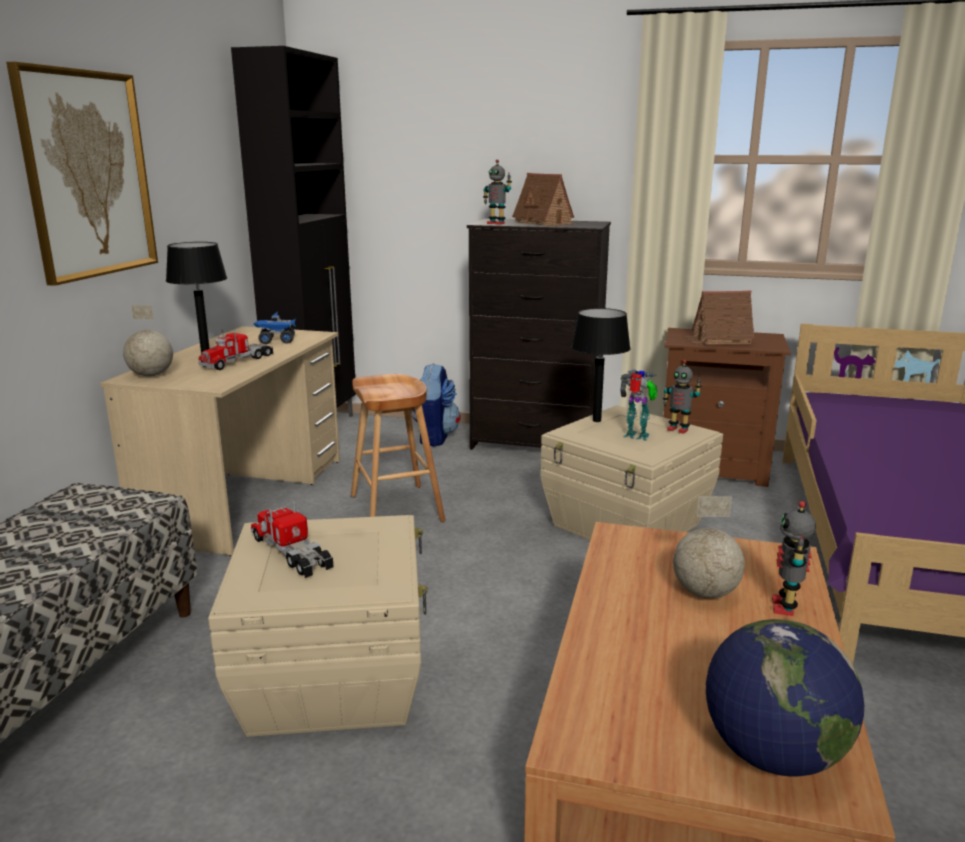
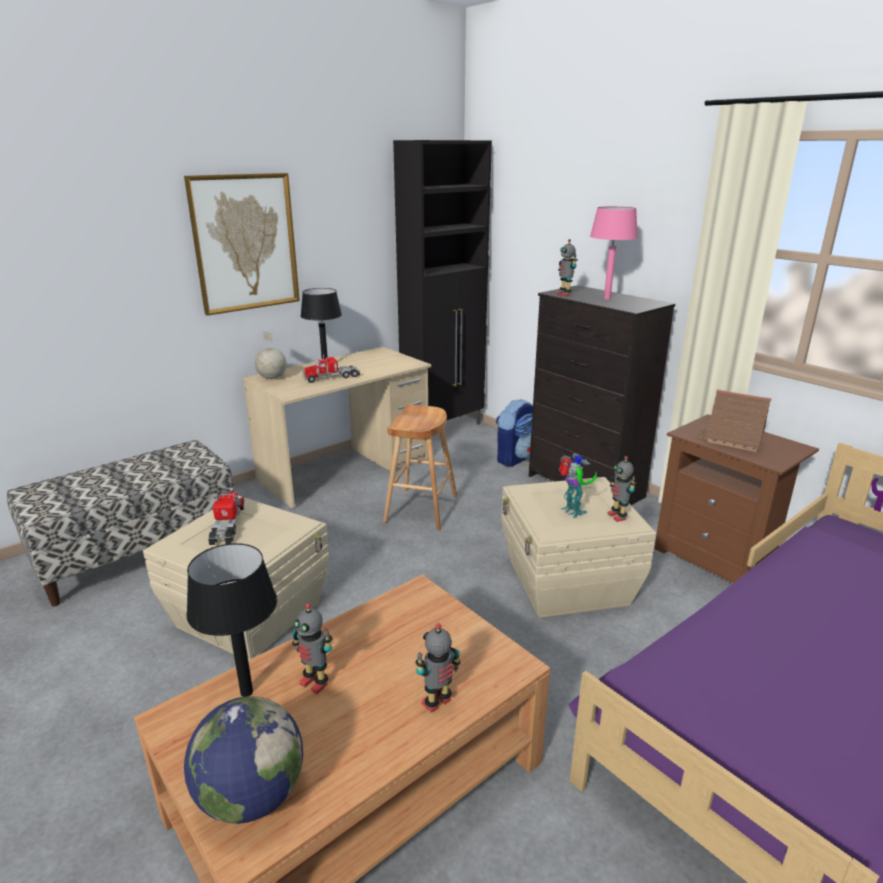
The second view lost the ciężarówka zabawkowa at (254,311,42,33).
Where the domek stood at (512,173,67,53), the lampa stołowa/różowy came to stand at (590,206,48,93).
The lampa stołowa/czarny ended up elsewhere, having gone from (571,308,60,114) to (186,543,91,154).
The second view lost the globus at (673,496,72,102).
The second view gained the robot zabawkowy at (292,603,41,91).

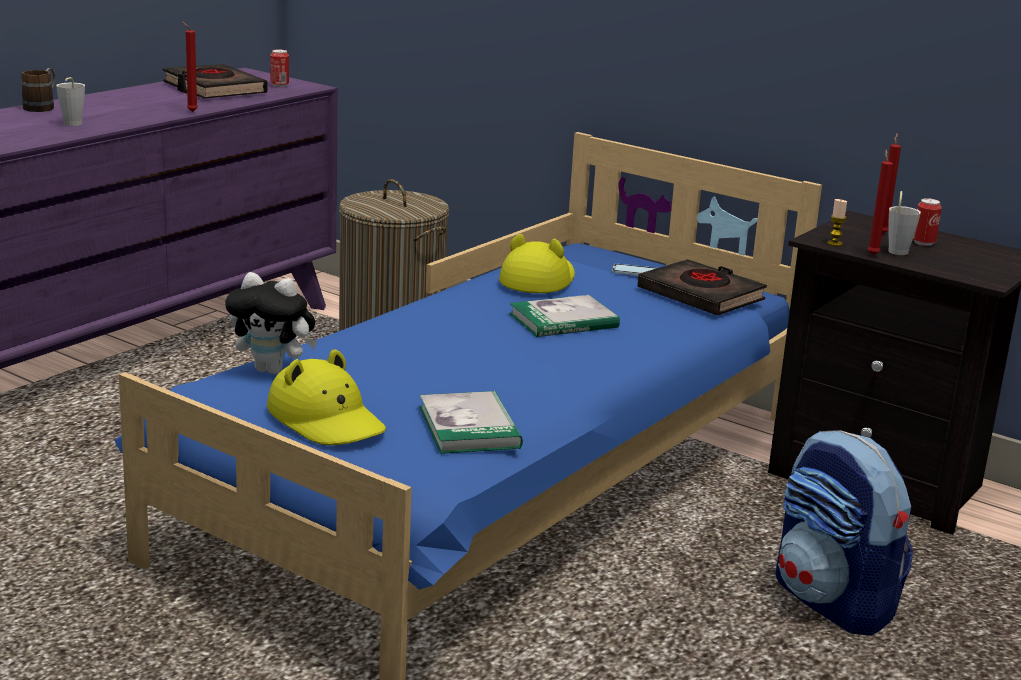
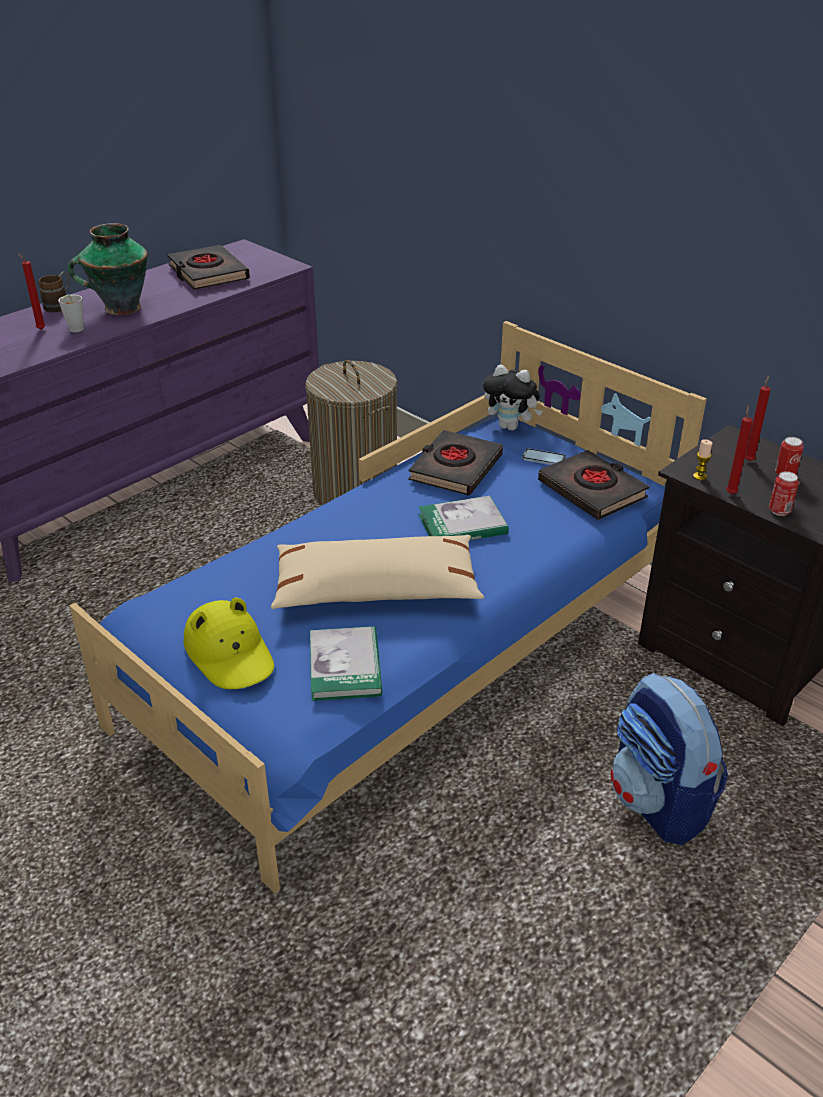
The świeca/czerwony ended up elsewhere, having gone from (181,21,17,91) to (18,254,28,76).
The pluszak ended up elsewhere, having gone from (225,272,93,102) to (483,364,59,67).
The puszka ended up elsewhere, having gone from (270,50,19,37) to (769,471,30,45).
Where the kapelusz/żółty stood at (499,234,76,59), the książka/czarny came to stand at (408,430,95,66).
The second view lost the filiżanka/szary at (888,191,33,64).
The second view gained the wazon at (68,223,80,92).
The second view gained the poduszka/beżowy at (271,535,214,74).

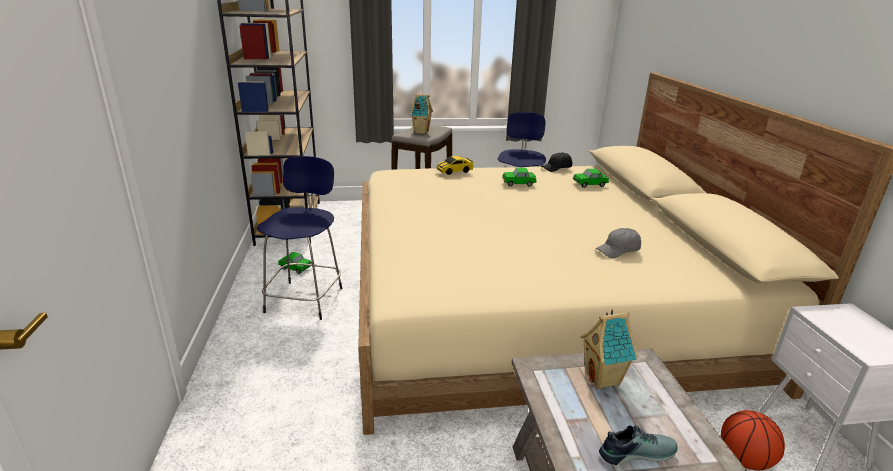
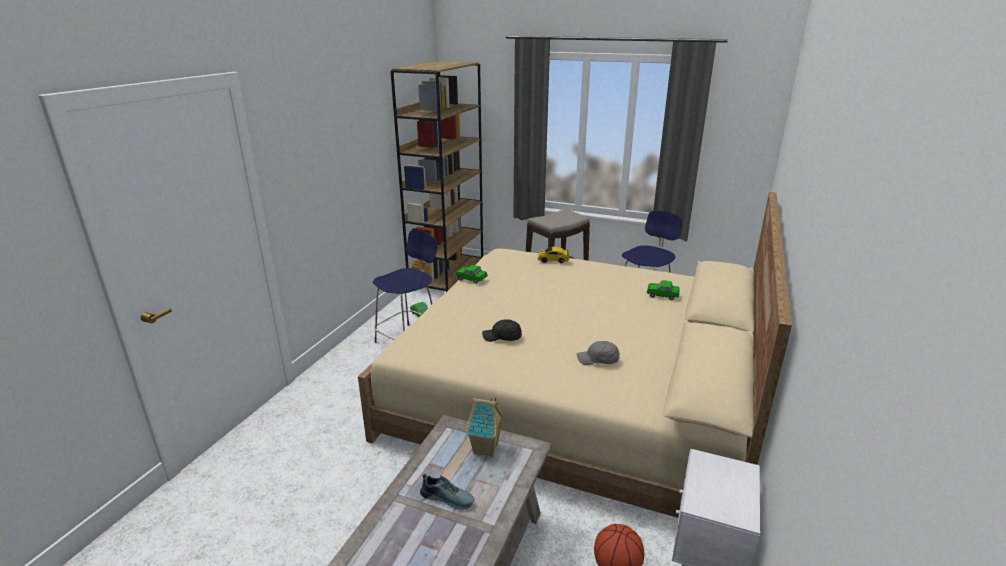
The second view lost the domek at (410,94,23,40).
The samochodzik ended up elsewhere, having gone from (502,168,35,19) to (455,265,33,19).
The czapka z daszkiem/czarny ended up elsewhere, having gone from (541,152,32,20) to (482,320,40,22).

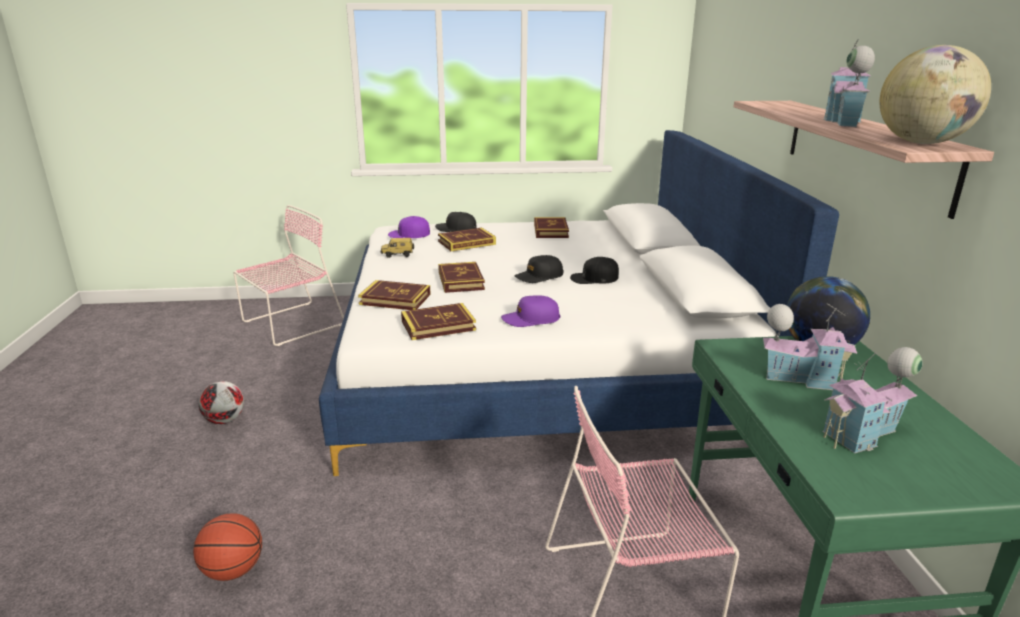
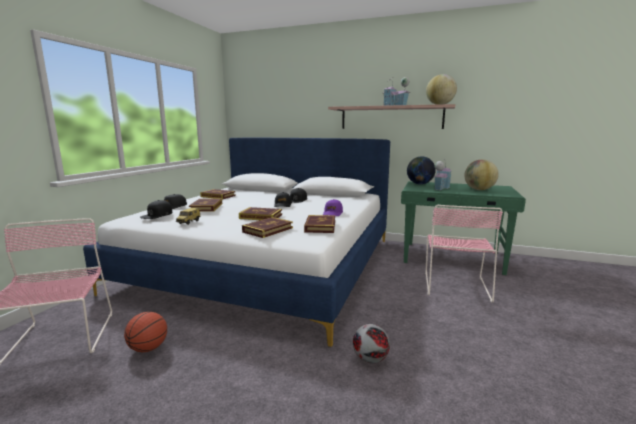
The piłka do koszykówki ended up elsewhere, having gone from (193,513,69,68) to (124,312,43,40).
The piłka futbolowa ended up elsewhere, having gone from (199,381,45,43) to (353,324,37,39).
What was the czapka z daszkiem/fioletowy at (388,216,42,22) turned into the czapka z daszkiem/czarny at (140,200,32,19).
Where the domek stood at (822,347,100,106), the globus came to stand at (464,159,35,31).

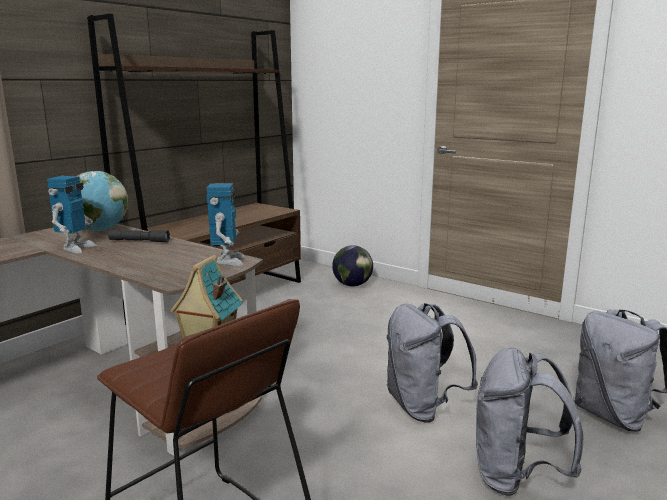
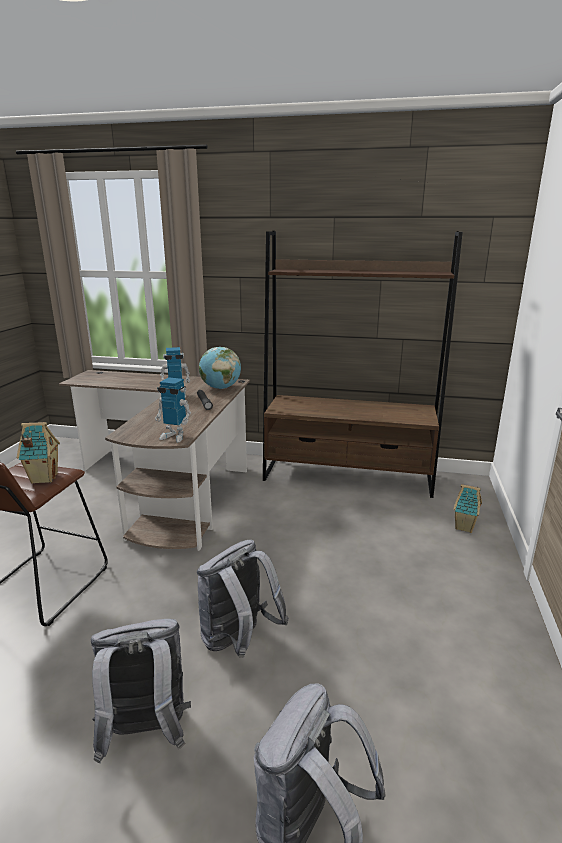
The robot zabawkowy at (206,184,40,82) ended up facing another way, 45 degrees clockwise from before.
Where the globus stood at (332,245,41,41), the domek came to stand at (453,484,29,49).

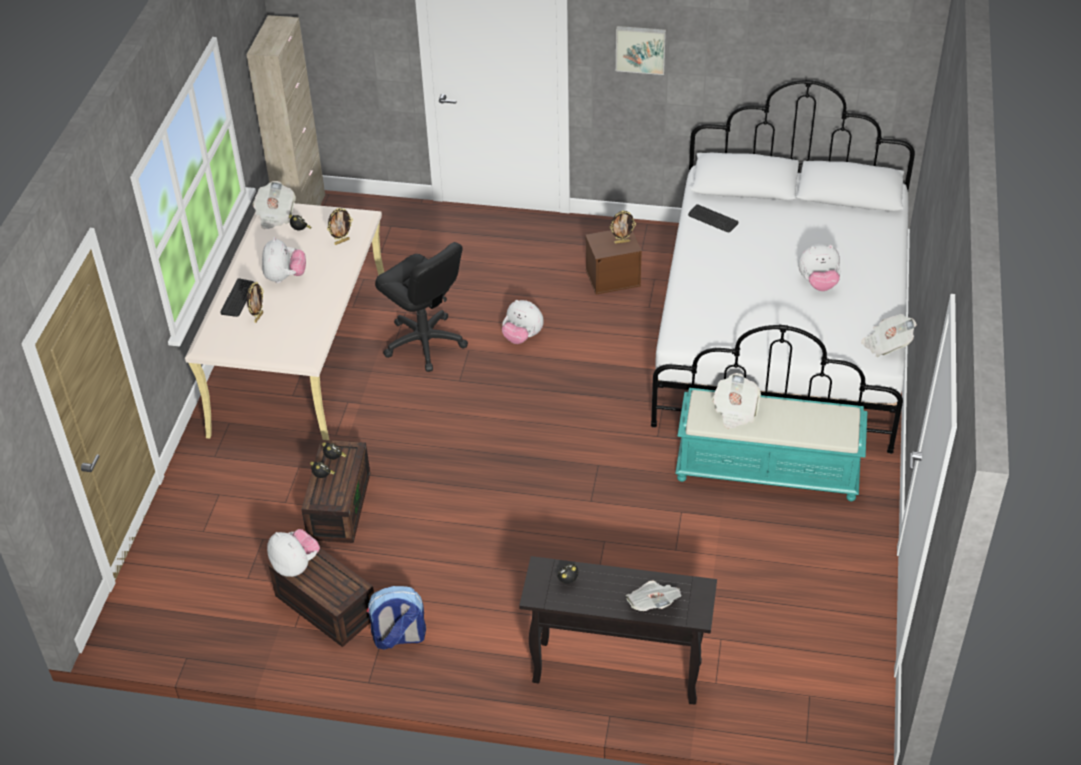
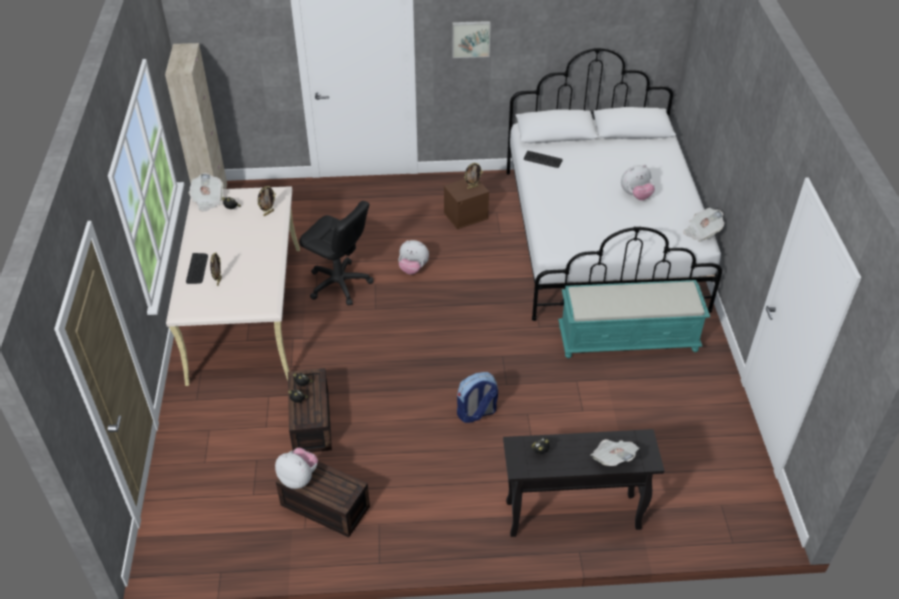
The second view lost the pluszak at (262,237,44,46).
The plecak ended up elsewhere, having gone from (366,586,60,63) to (457,372,41,51).
The second view lost the gazeta at (713,373,48,56).

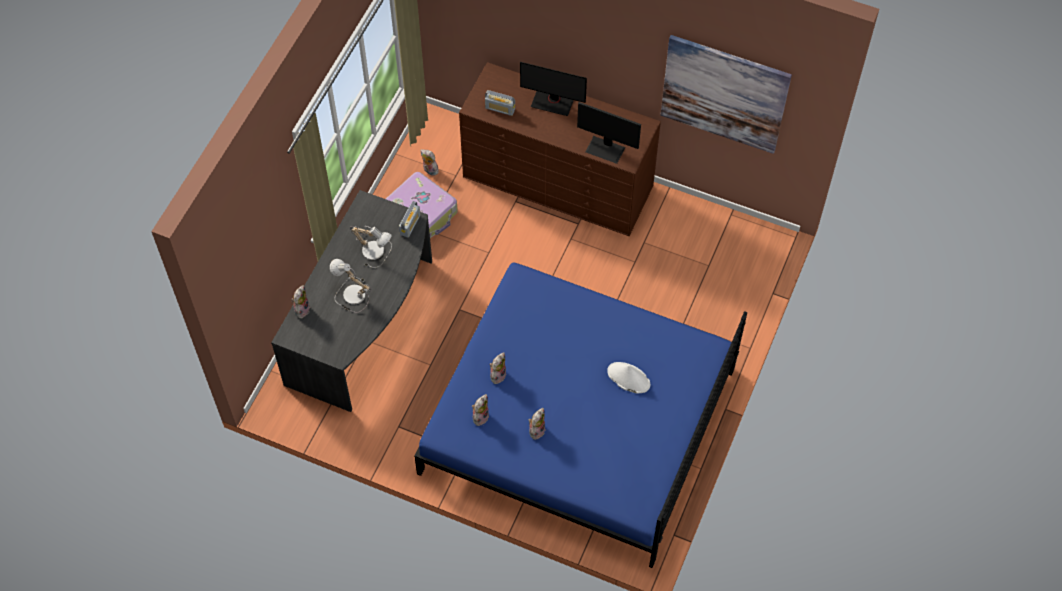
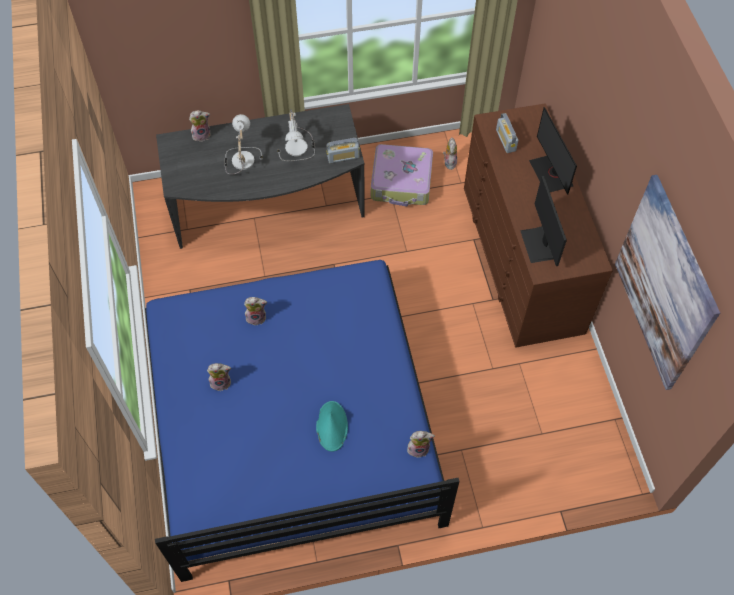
The pluszak ended up elsewhere, having gone from (472,394,17,32) to (407,431,28,27).
What was the kapelusz/biały at (607,362,43,32) turned into the kapelusz/turkusowy at (316,401,32,51).

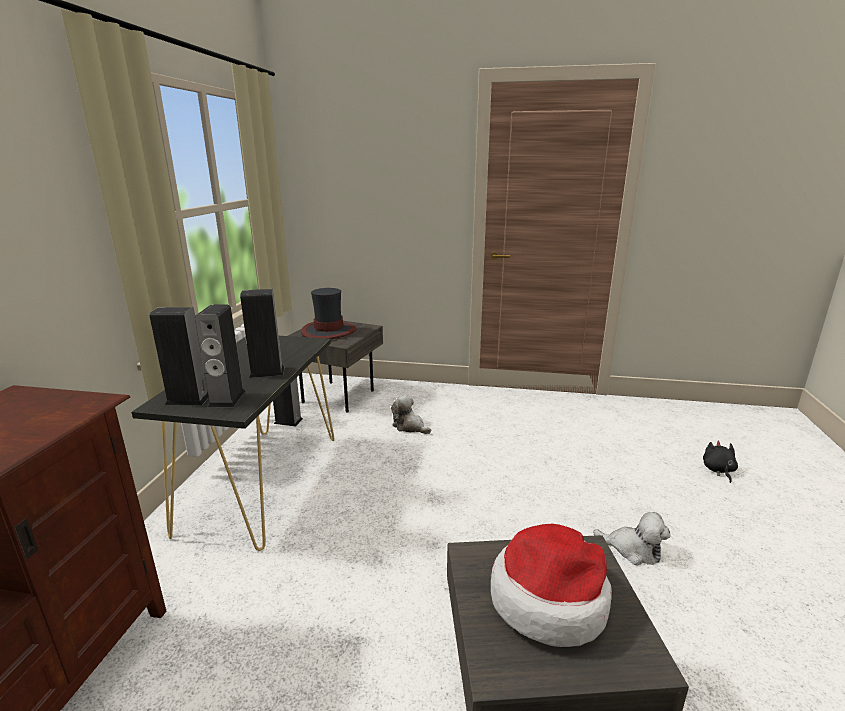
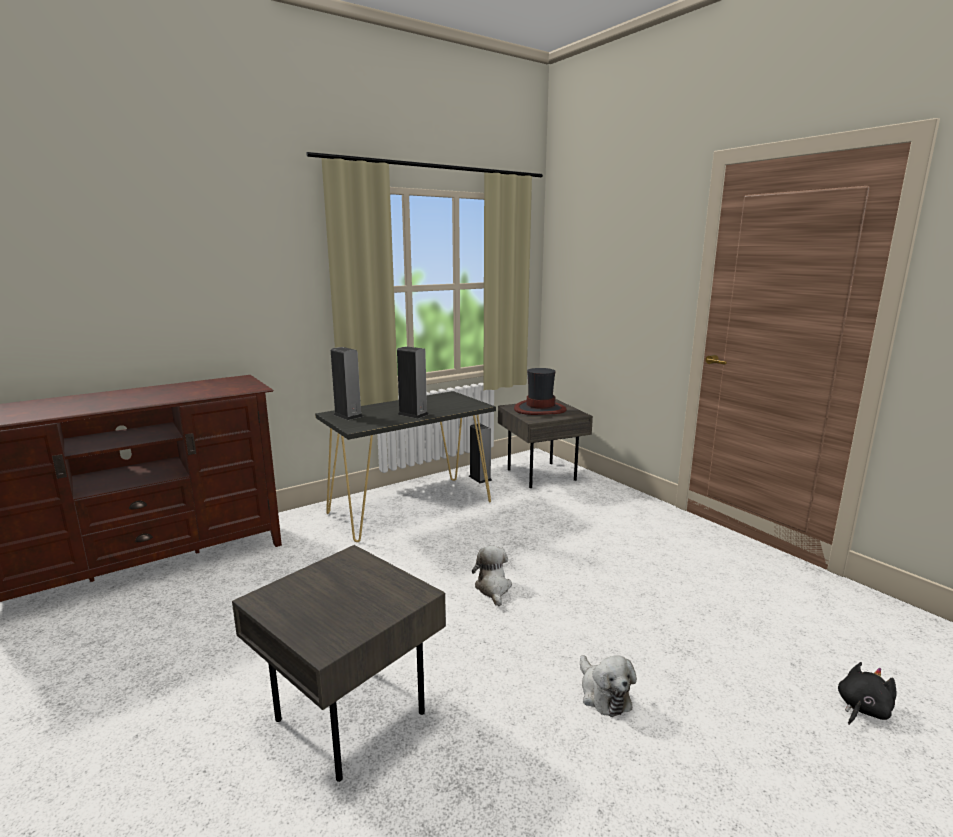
The second view lost the głośnik at (195,305,50,103).
The pluszak ended up elsewhere, having gone from (391,395,40,39) to (472,546,40,61).
The second view lost the kapelusz at (491,524,121,123).

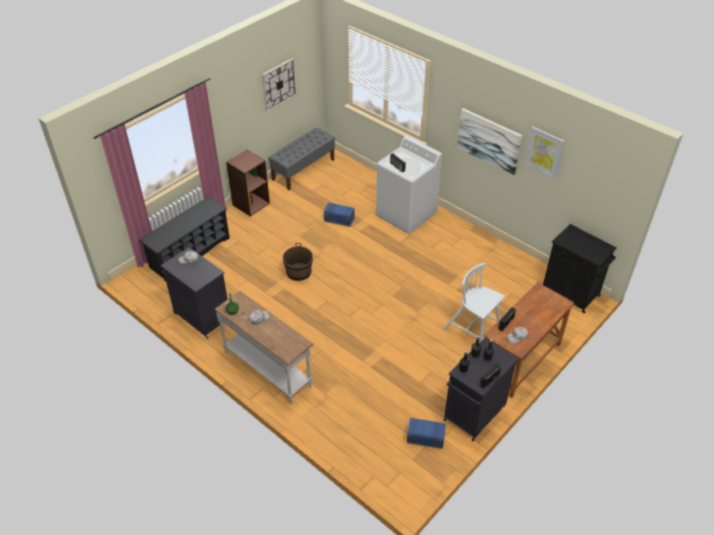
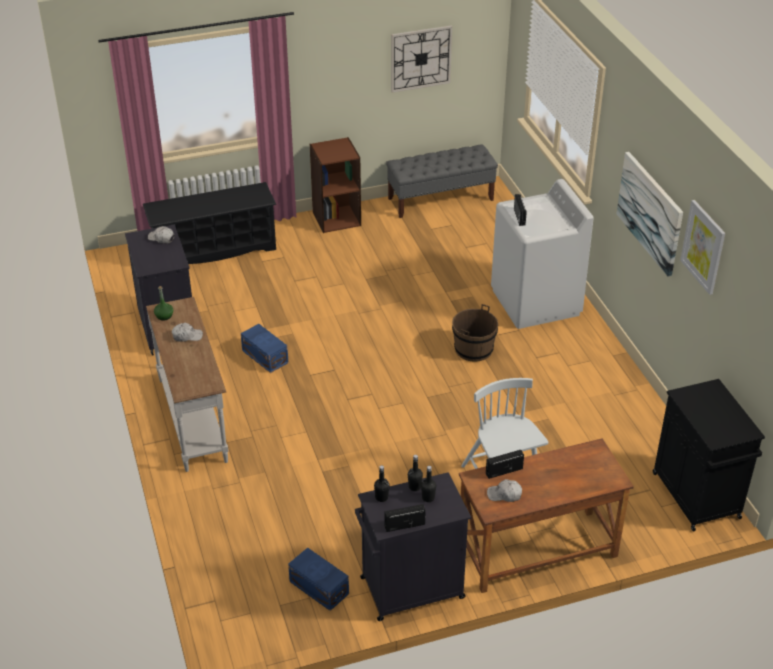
The wiadro/brązowy ended up elsewhere, having gone from (283,243,30,38) to (452,304,46,57).
The pojemnik do przechowywania/niebieski ended up elsewhere, having gone from (324,202,30,25) to (241,324,48,49).

